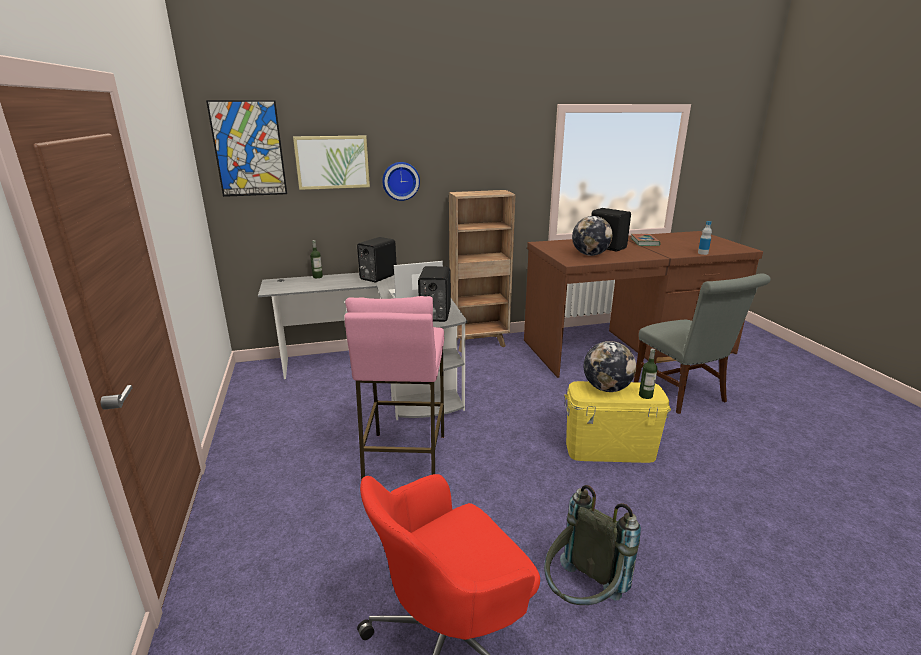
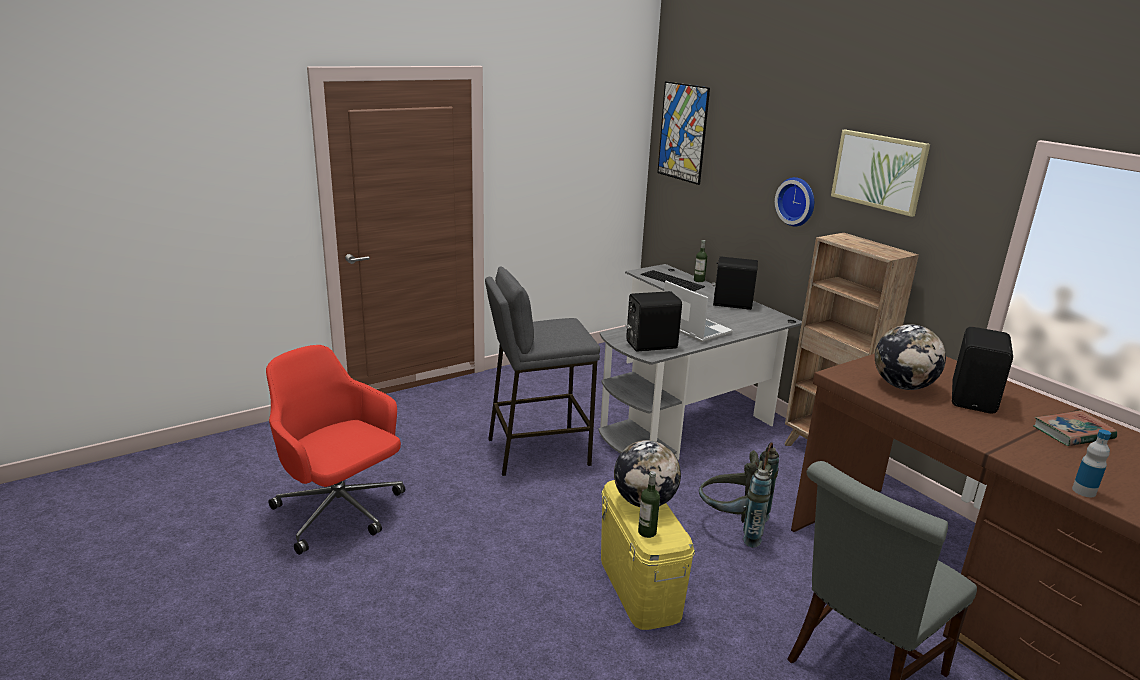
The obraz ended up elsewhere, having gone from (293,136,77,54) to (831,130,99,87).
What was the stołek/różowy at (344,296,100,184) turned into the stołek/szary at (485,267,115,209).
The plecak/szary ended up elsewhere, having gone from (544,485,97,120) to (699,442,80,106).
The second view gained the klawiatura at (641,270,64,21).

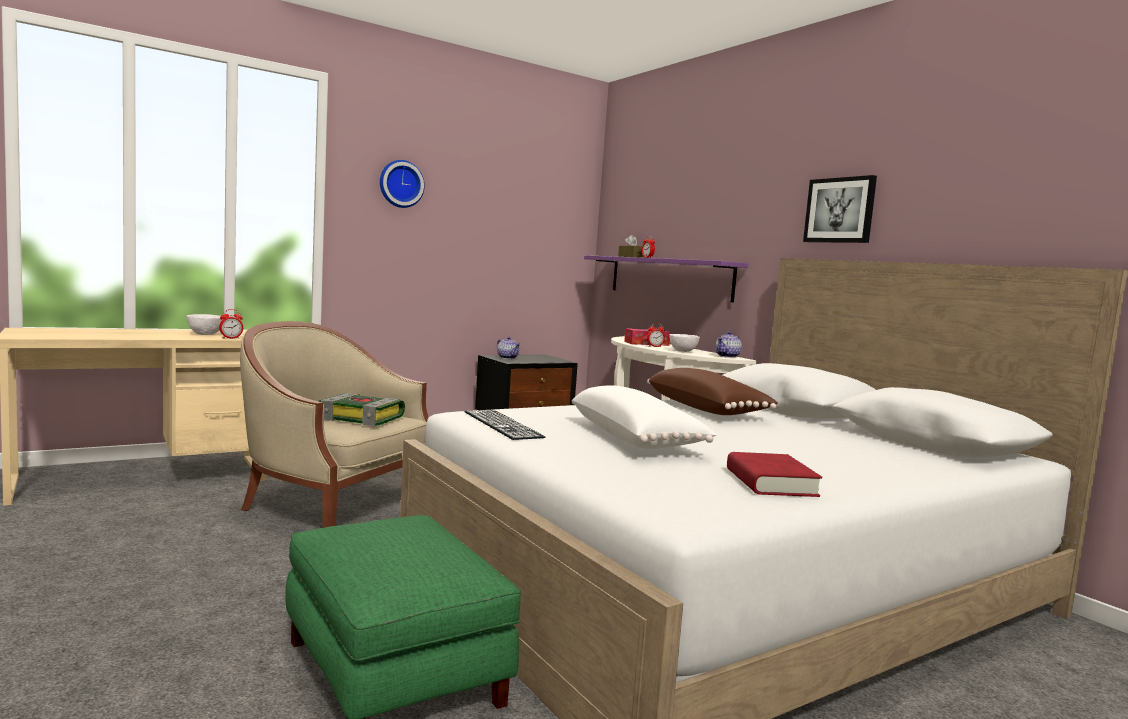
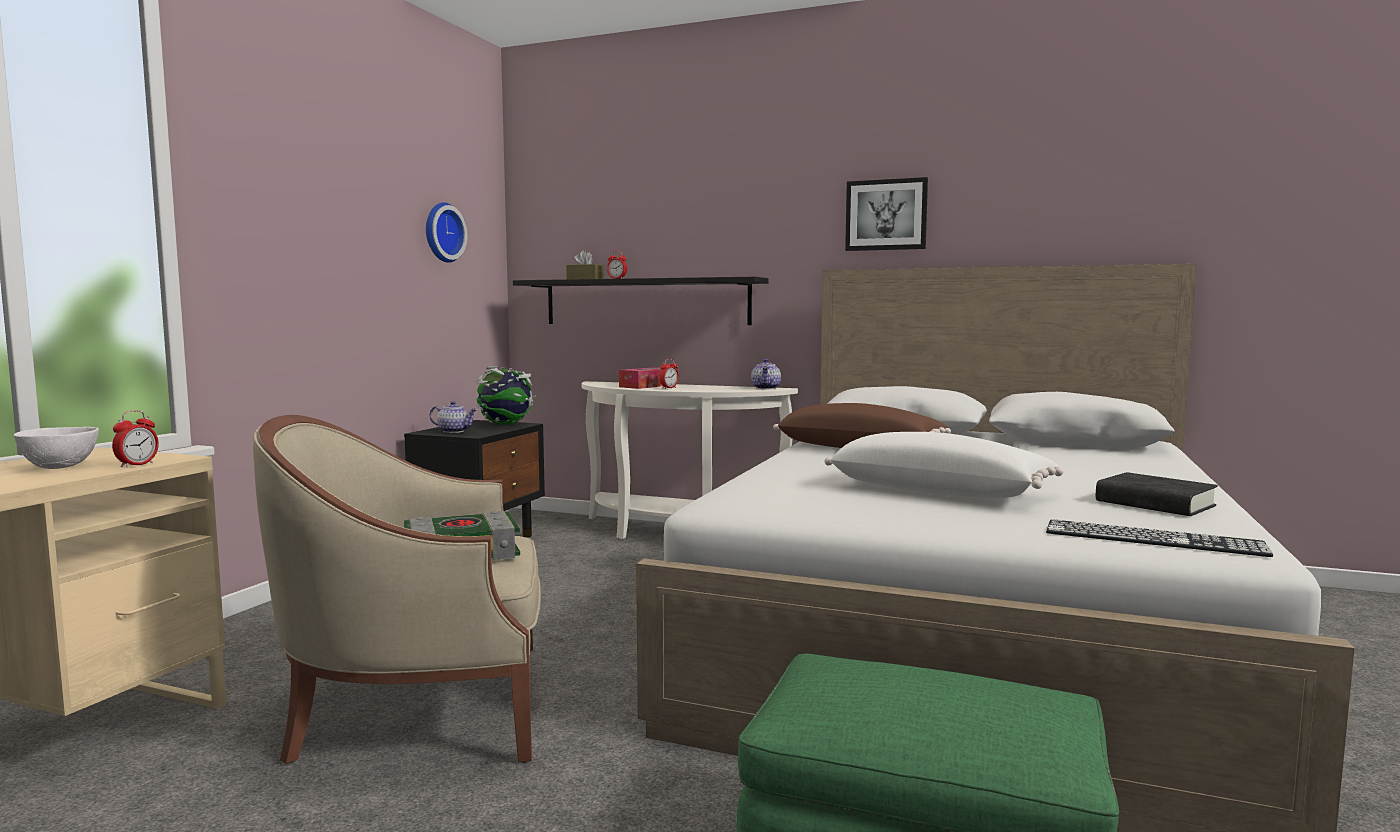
The zegar ścienny ended up elsewhere, having gone from (380,160,45,48) to (426,202,41,61).
The klawiatura ended up elsewhere, having gone from (465,410,80,30) to (1046,519,227,38).
What was the półka/fioletowy at (584,255,165,47) turned into the półka/czarny at (513,277,256,48).
The second view lost the miska/biały at (669,334,31,18).
What was the książka/czerwony at (727,452,95,45) turned into the książka/czarny at (1096,472,122,44).
The second view gained the globus at (476,366,60,59).

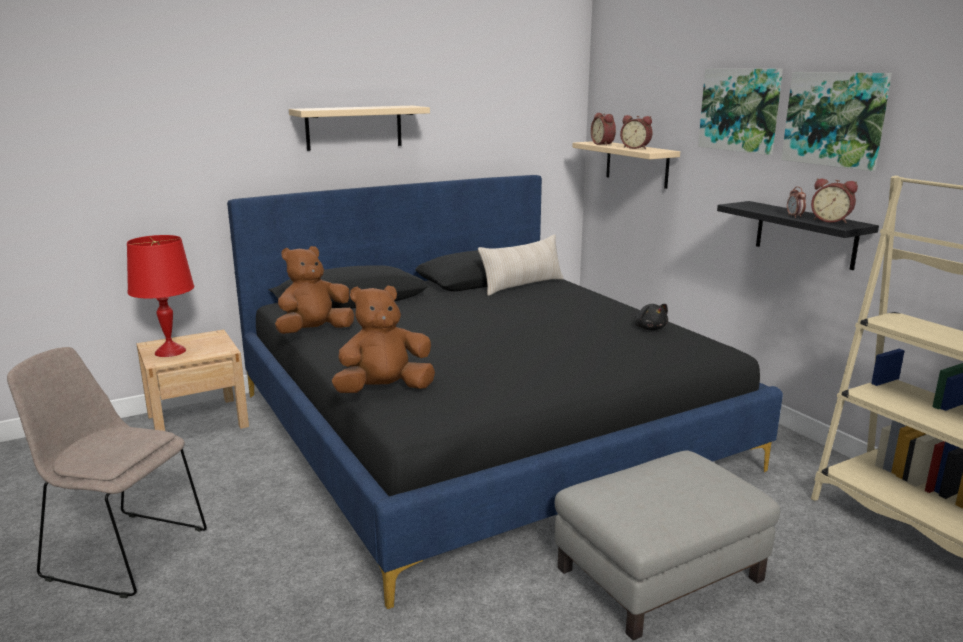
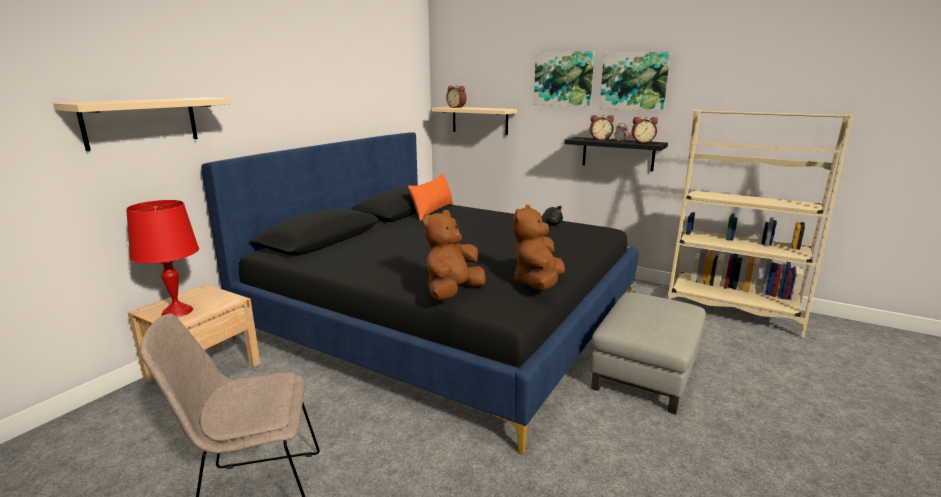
The pluszak/brązowy ended up elsewhere, having gone from (275,246,79,88) to (513,205,52,85).
The półka/beżowy ended up elsewhere, having gone from (289,106,141,45) to (53,98,177,53).
What was the poduszka/beżowy at (478,234,86,62) turned into the poduszka/pomarańczowy at (408,173,45,48).
The budzik ended up elsewhere, having gone from (620,115,33,34) to (590,115,24,25).

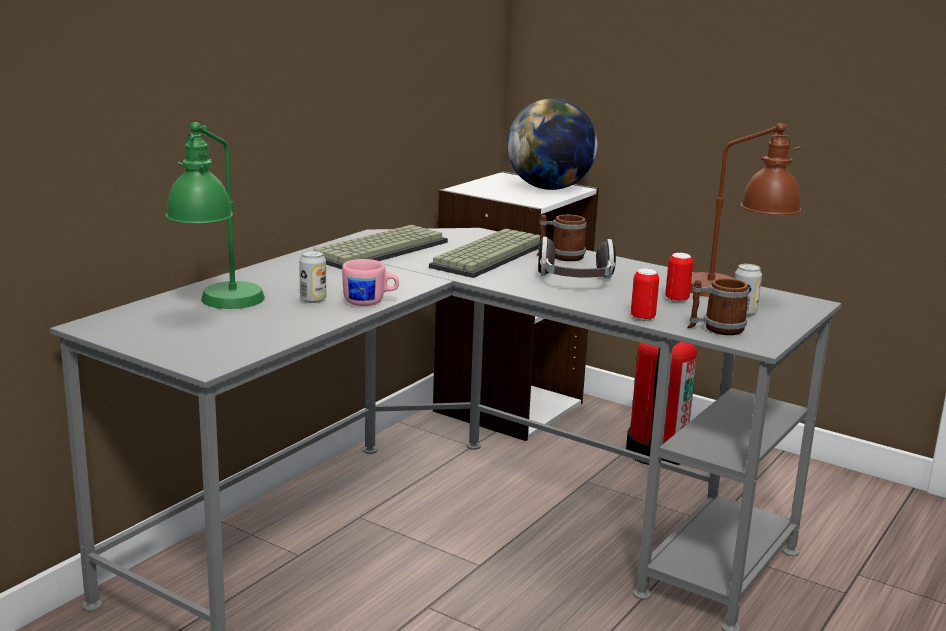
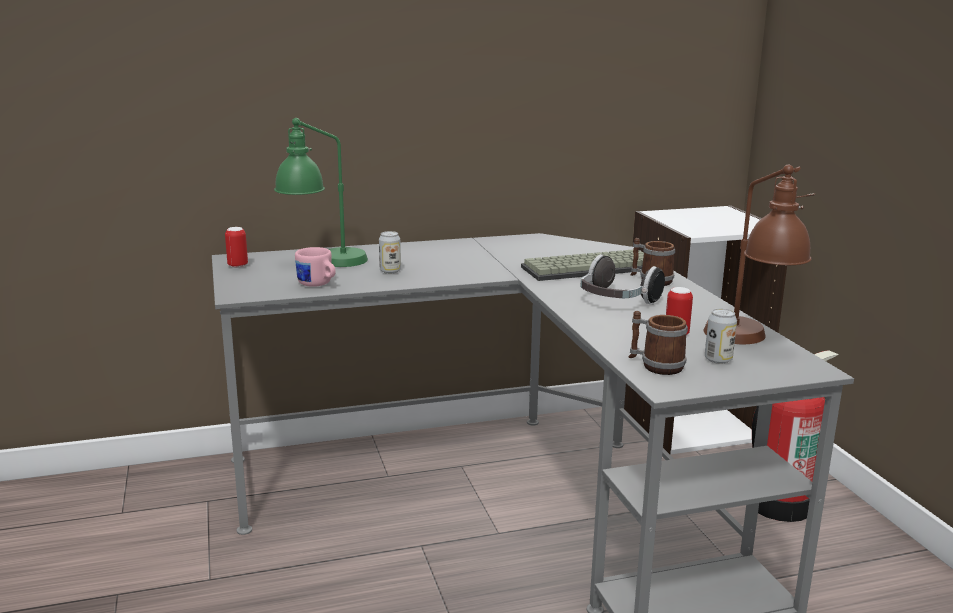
The second view lost the klawiatura at (314,225,134,44).
The kubek/różowy ended up elsewhere, having gone from (342,259,57,47) to (295,247,41,40).
The second view lost the globus at (507,98,91,92).
The puszka ended up elsewhere, having gone from (631,268,28,53) to (225,227,23,41).

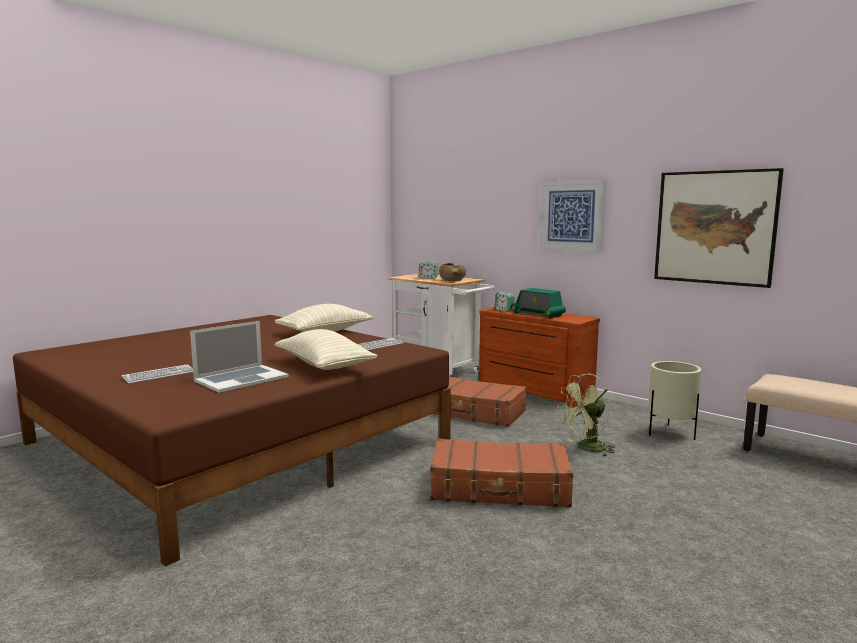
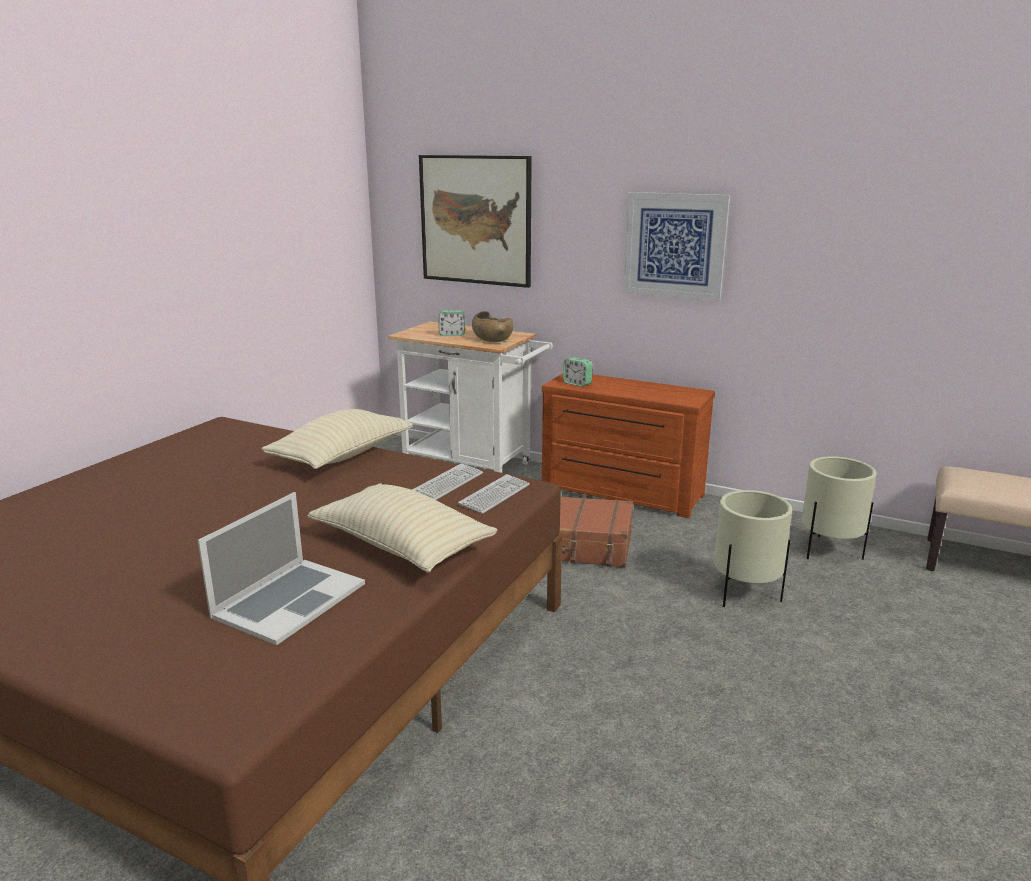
The klawiatura ended up elsewhere, having gone from (122,364,71,20) to (458,474,72,40).
The second view lost the walizka/brązowy at (430,438,143,70).
The second view lost the radio at (510,288,56,30).
Where the wentylator/zielony stood at (557,373,59,83), the donica/beżowy came to stand at (714,490,78,117).
The obraz ended up elsewhere, having gone from (654,168,130,120) to (419,155,113,133).

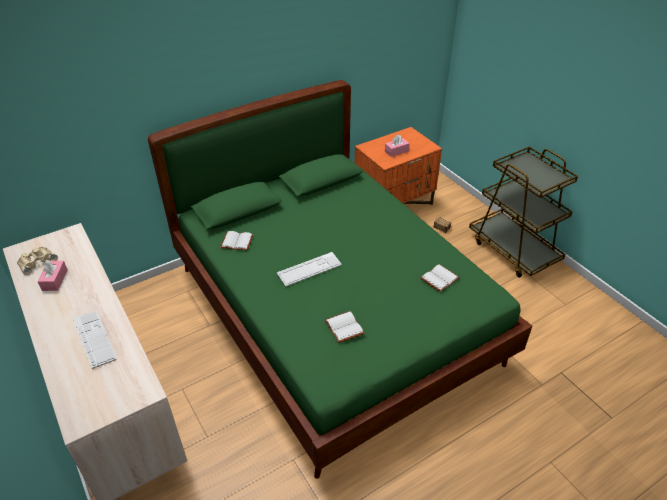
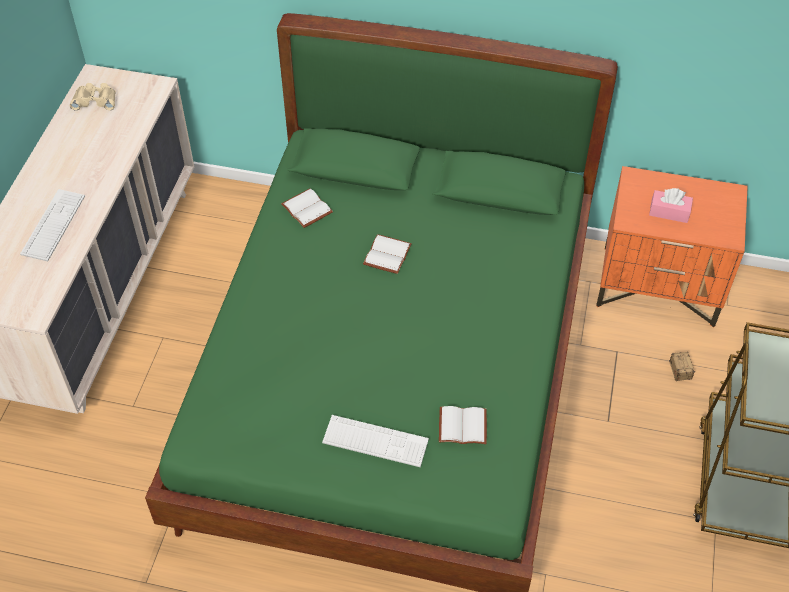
The second view lost the pudełko chusteczek/różowy at (38,260,29,31).
The klawiatura ended up elsewhere, having gone from (277,252,65,35) to (322,415,107,52).
The książka/biały ended up elsewhere, having gone from (325,311,39,32) to (363,234,49,40).

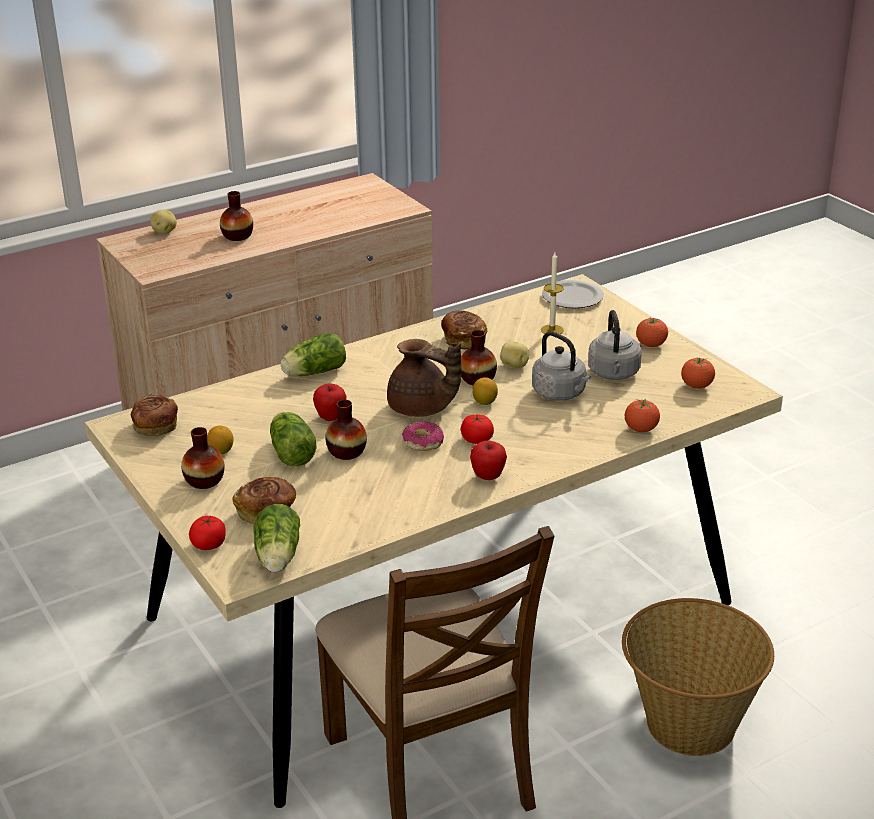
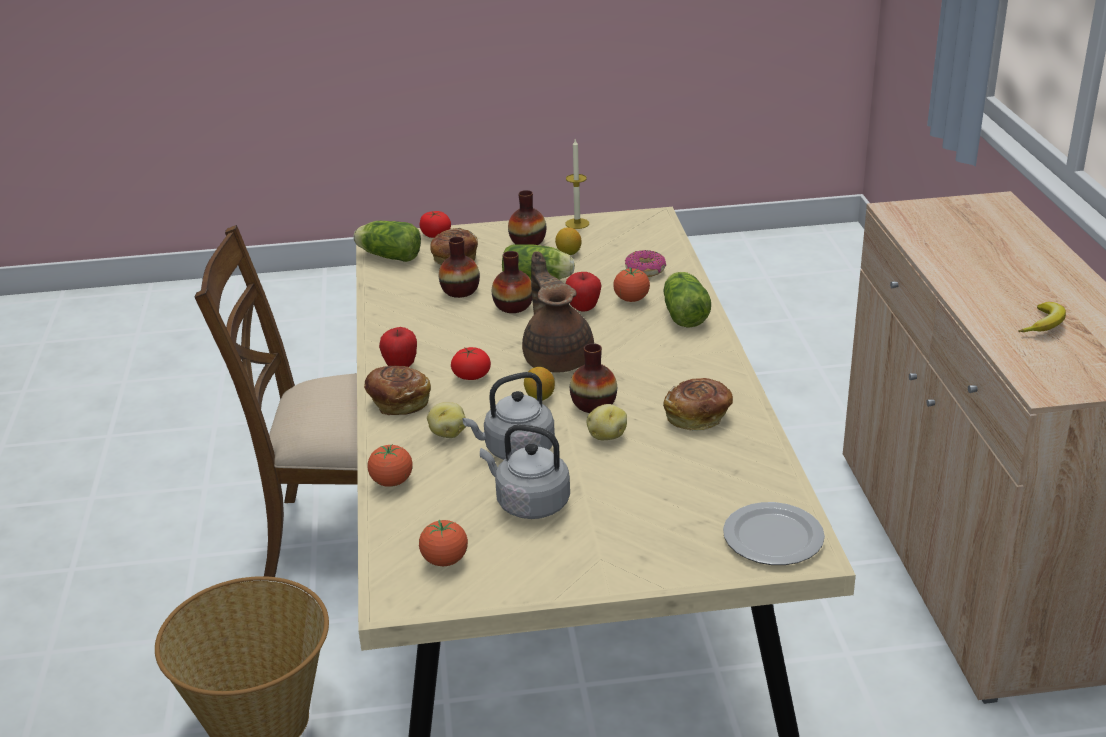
The chleb ended up elsewhere, having gone from (131,394,47,42) to (364,366,67,49).
The ziemniak ended up elsewhere, having gone from (150,210,27,24) to (427,402,39,36).
The wazon ended up elsewhere, having gone from (220,191,33,50) to (439,237,41,61).
The imbryk/brązowy at (387,339,74,78) ended up facing another way, 105 degrees clockwise from before.
The donut ended up elsewhere, having gone from (402,421,42,30) to (625,250,41,27).
The świeca ended up elsewhere, having gone from (541,252,23,82) to (565,139,24,90).
The pomidor ended up elsewhere, having gone from (636,318,32,29) to (613,267,37,35).
The second view gained the banan at (1018,302,48,30).

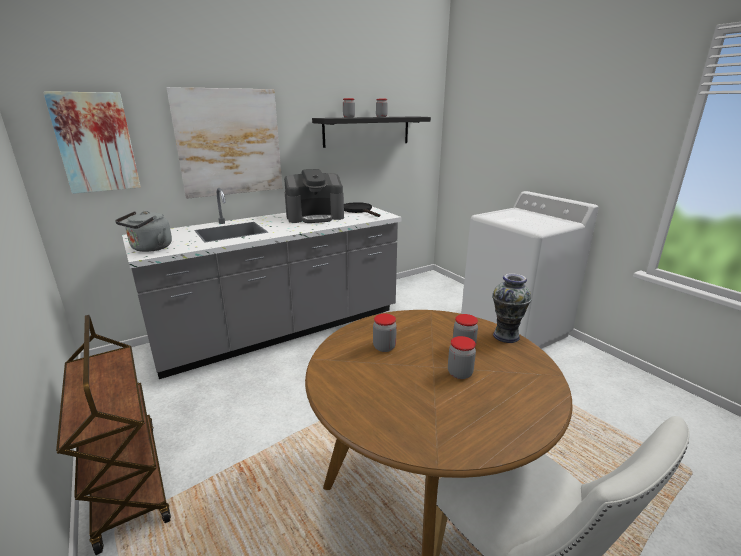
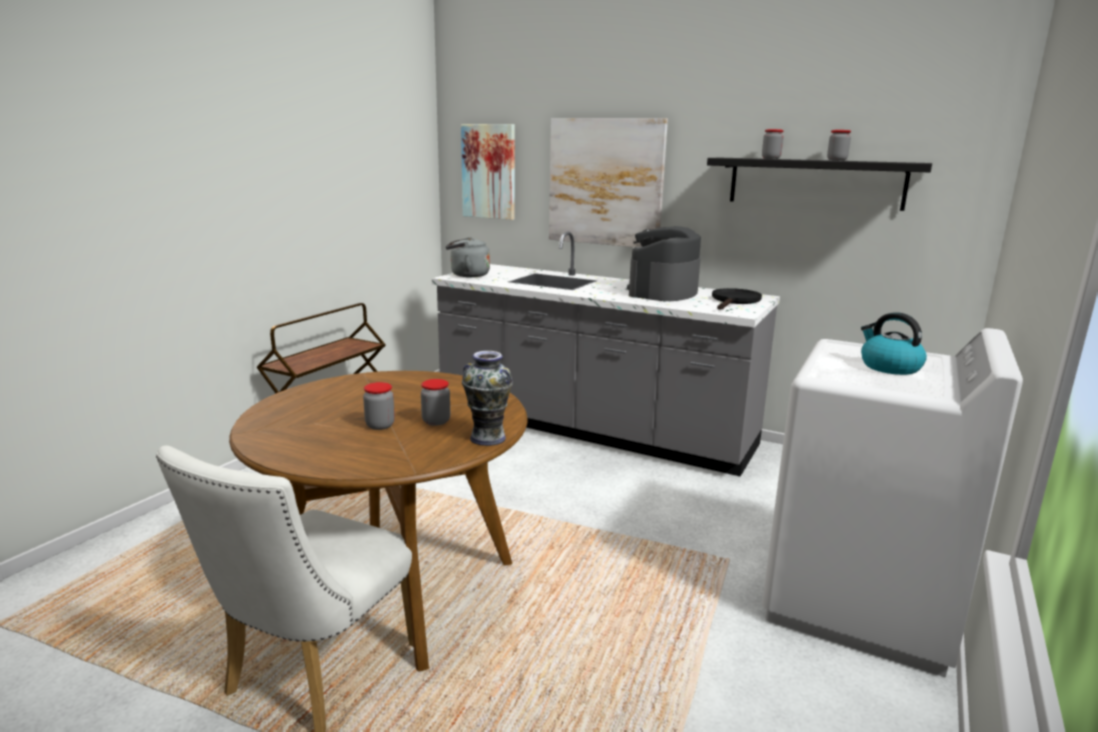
The ekspres do kawy at (284,169,60,54) ended up facing another way, 75 degrees clockwise from before.
The second view lost the słoik at (373,314,24,38).
The second view gained the czajnik at (861,312,66,63).

